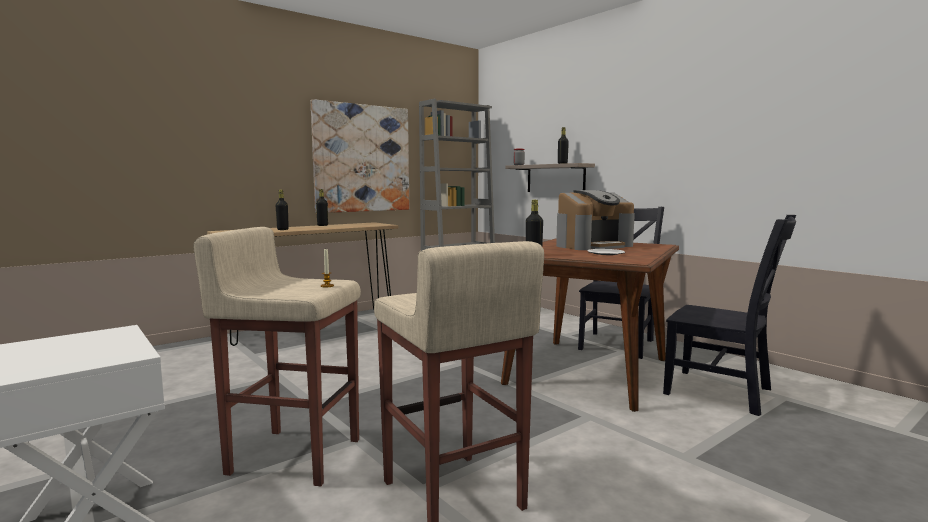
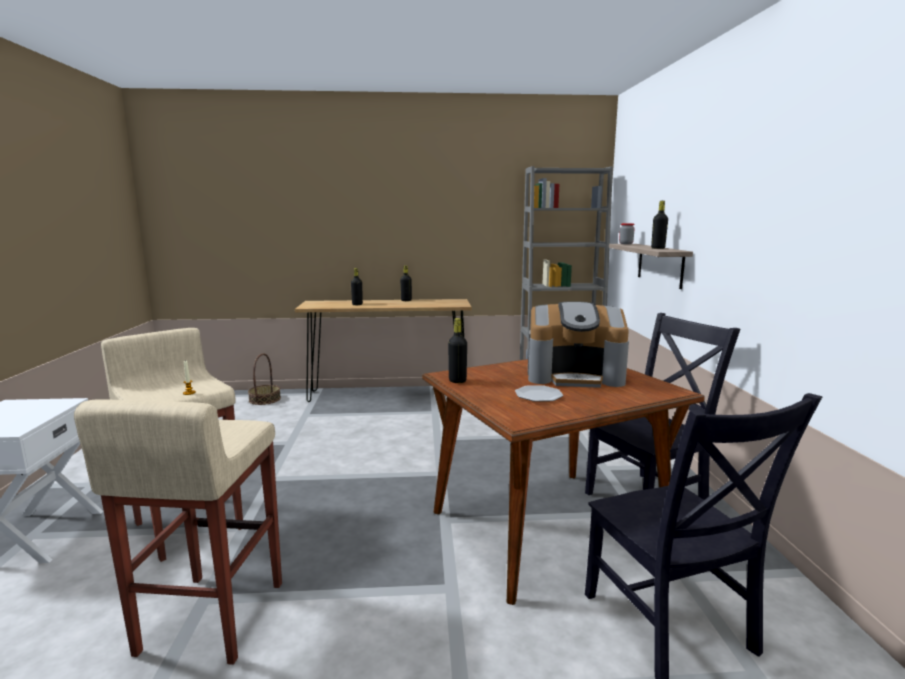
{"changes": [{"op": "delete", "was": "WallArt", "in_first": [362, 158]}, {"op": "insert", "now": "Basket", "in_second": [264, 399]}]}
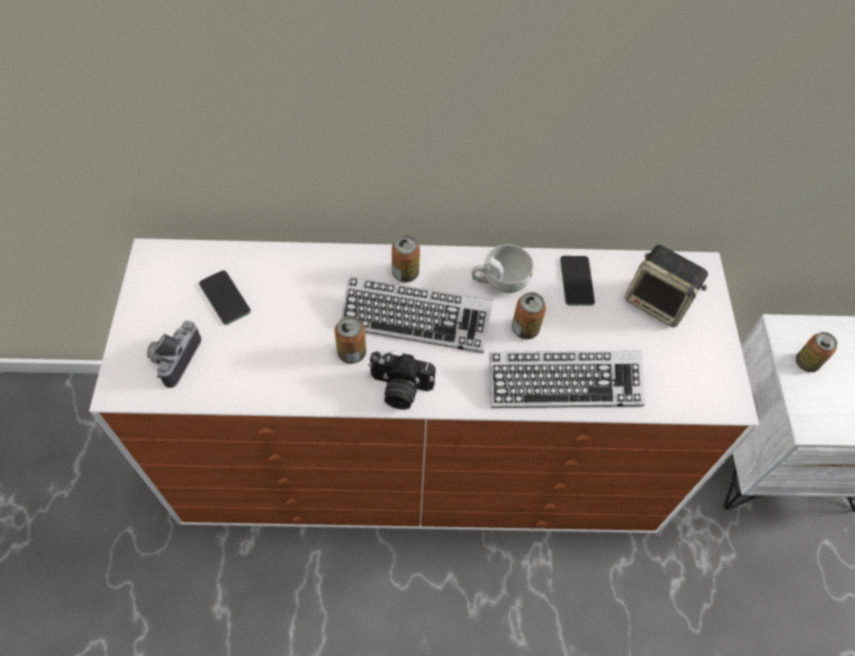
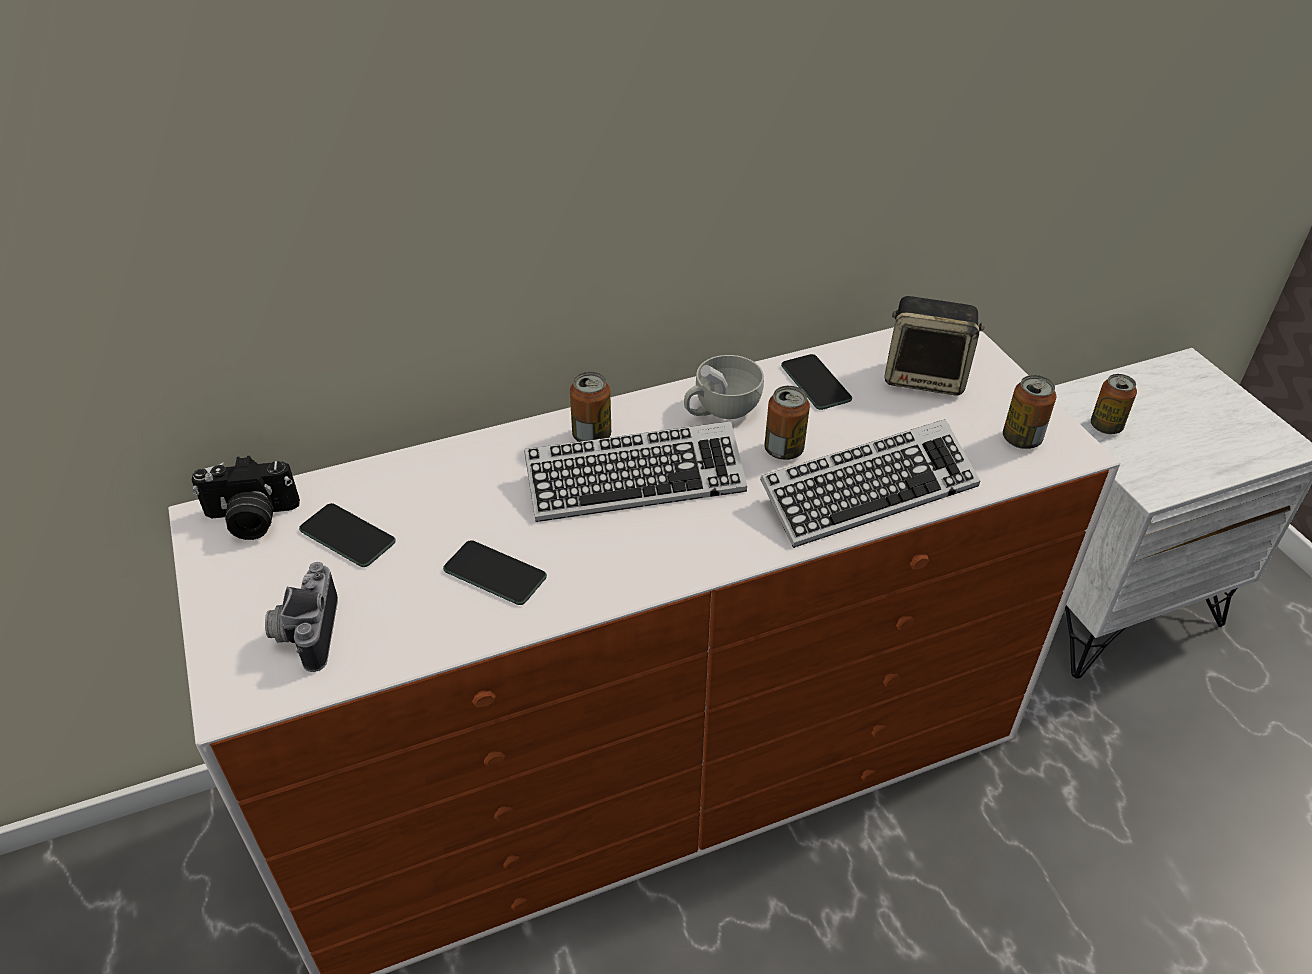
{"changes": [{"op": "move", "was": "MetalCan", "in_first": [352, 352], "in_second": [1021, 439]}, {"op": "move", "was": "PhotoCamera", "in_first": [399, 389], "in_second": [251, 519]}, {"op": "insert", "now": "Phone", "in_second": [495, 573]}]}
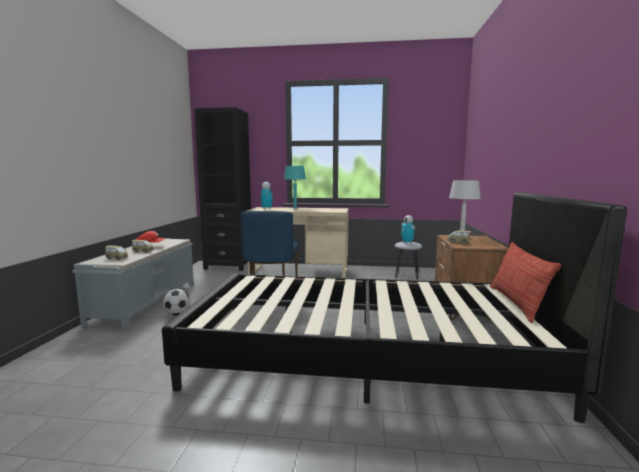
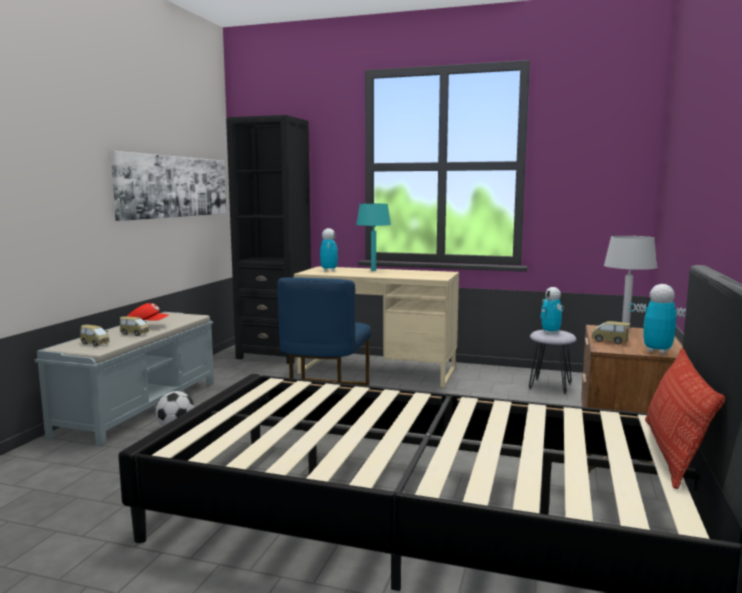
{"changes": [{"op": "insert", "now": "WallArt", "in_second": [174, 186]}, {"op": "insert", "now": "ModelRobot", "in_second": [657, 351]}]}
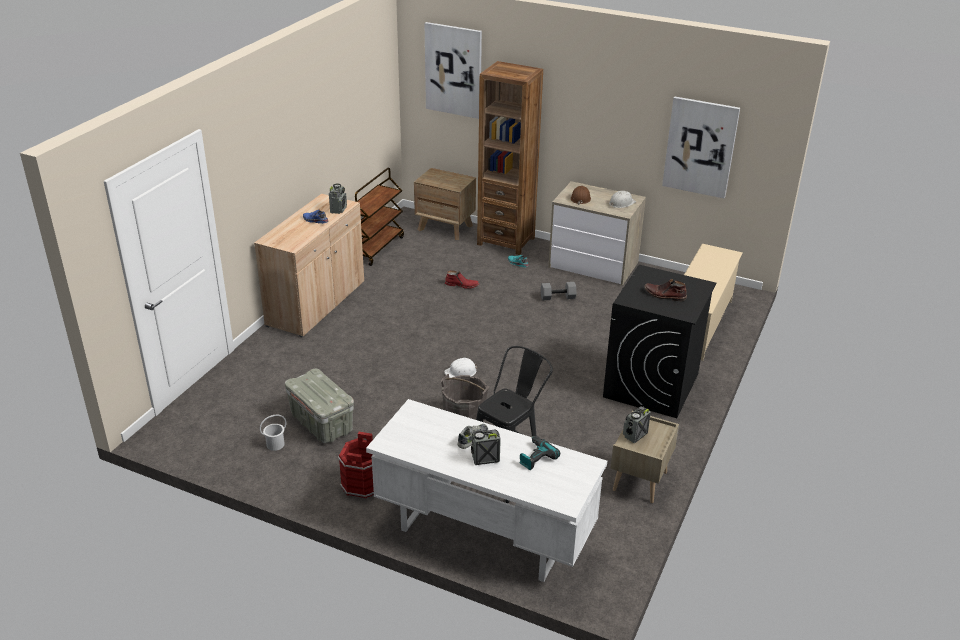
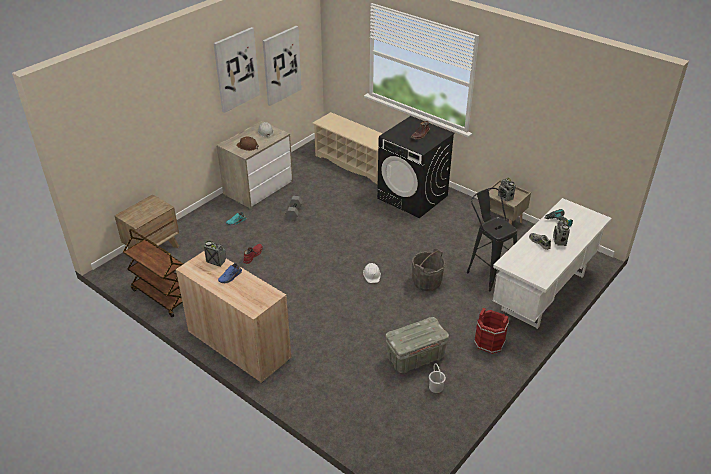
{"changes": [{"op": "move", "was": "WallArt", "in_first": [453, 70], "in_second": [236, 69]}, {"op": "delete", "was": "BrownishBookcase", "in_first": [506, 241]}]}
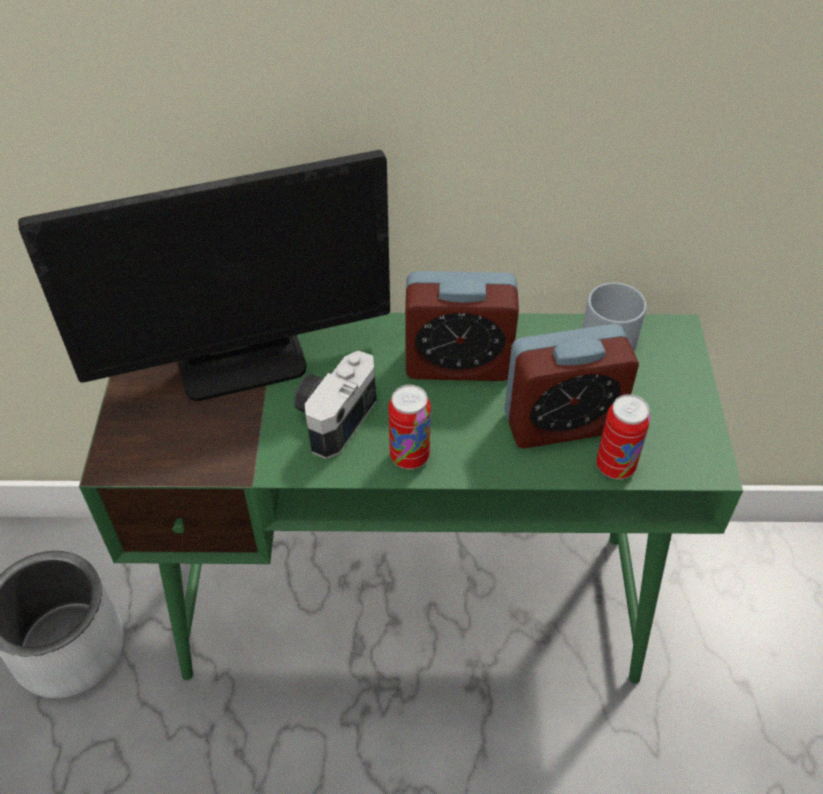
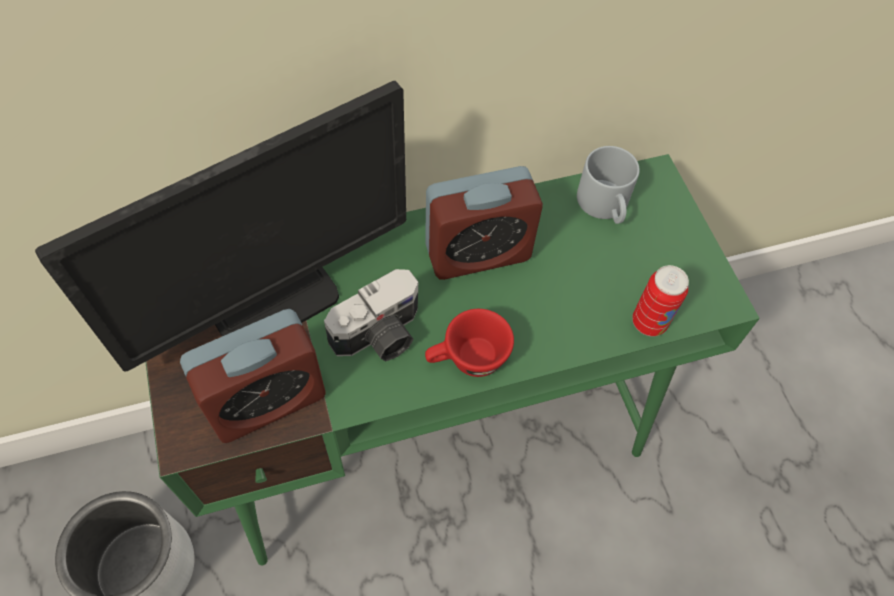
{"changes": [{"op": "move", "was": "AlarmClock", "in_first": [561, 422], "in_second": [266, 400]}, {"op": "rotate", "was": "PhotoCamera", "in_first": [332, 416], "in_second": [381, 336], "clockwise": -135}, {"op": "replace", "was": "MetalCan", "now": "RedColouredDrinkingCup", "in_first": [409, 456], "in_second": [467, 360]}]}
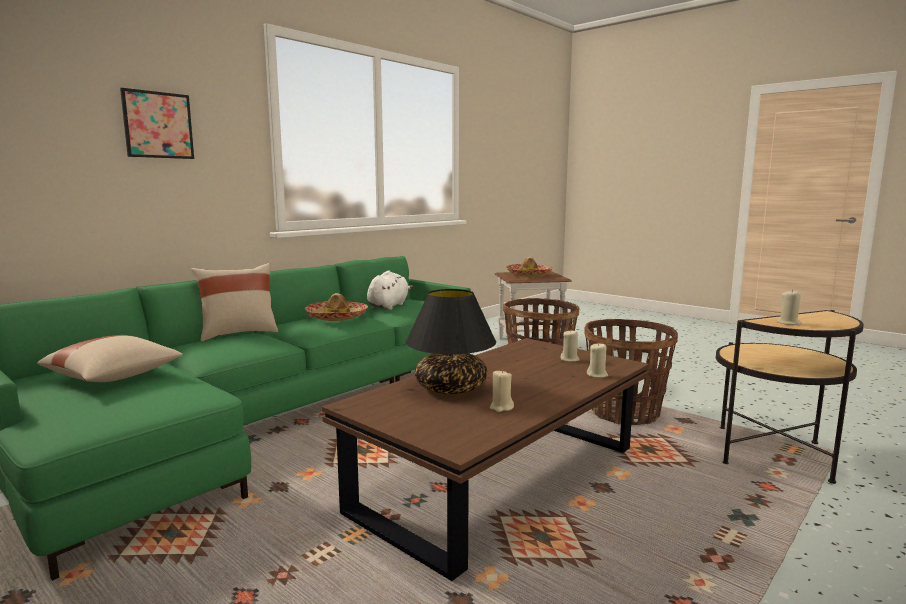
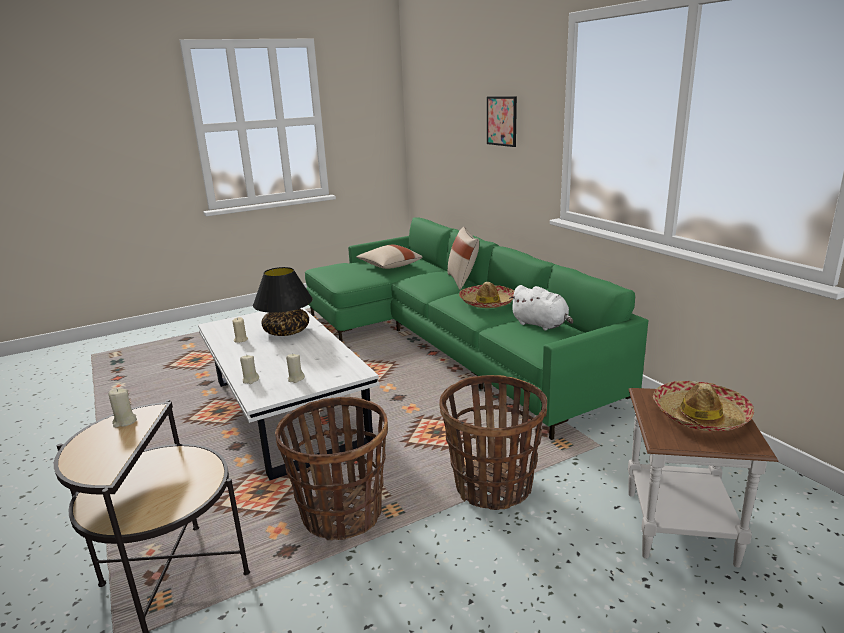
{"changes": [{"op": "recolor", "was": "BrownishCoffeeTable", "now": "WhiteColouredCoffeeTable", "in_first": [502, 479], "in_second": [287, 412]}]}
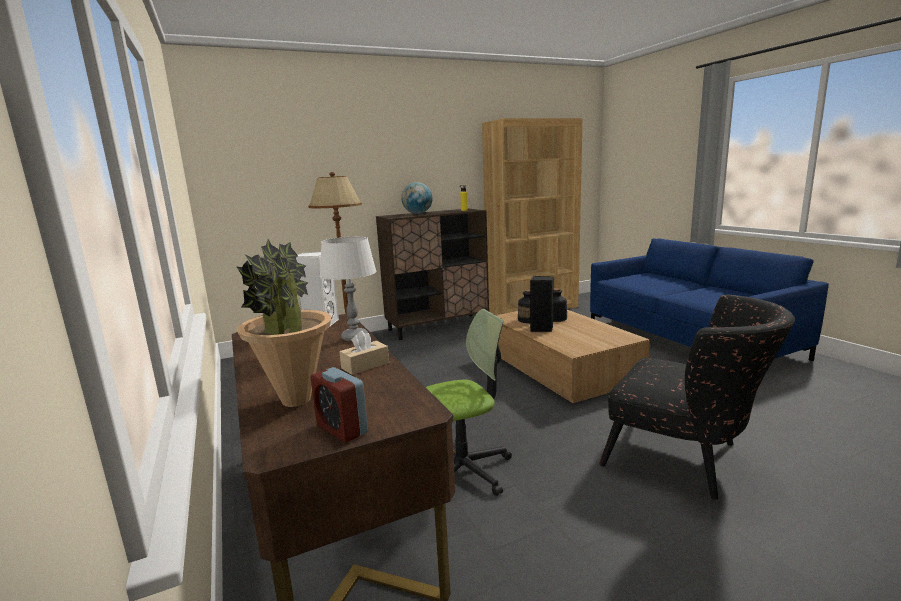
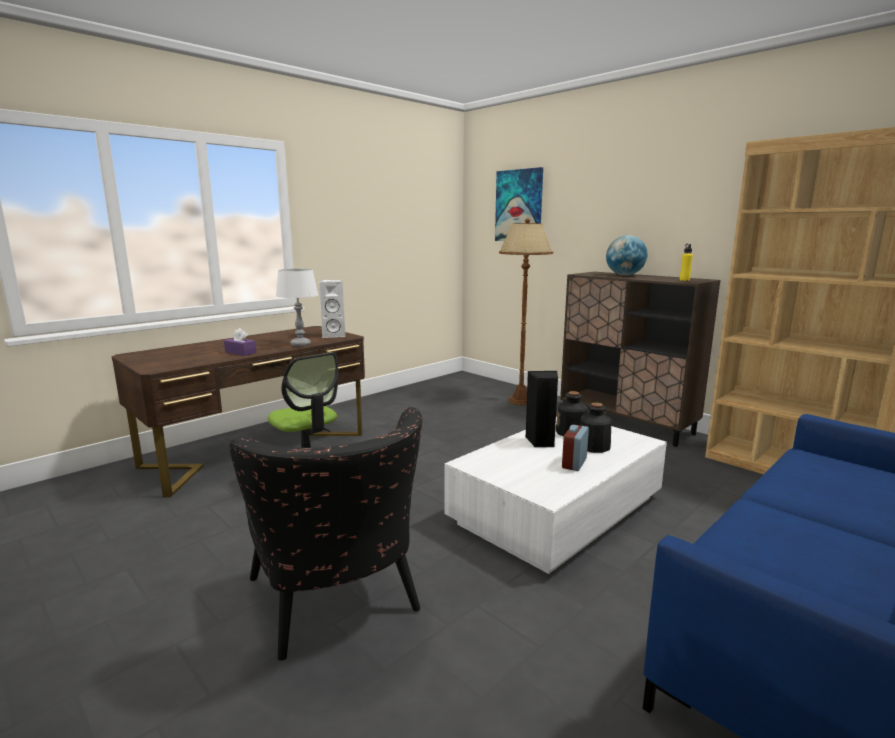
{"changes": [{"op": "delete", "was": "PlantInAPot", "in_first": [296, 400]}, {"op": "rotate", "was": "BlackColouredEasyChair", "in_first": [685, 459], "in_second": [338, 606], "clockwise": -45}, {"op": "recolor", "was": "BrownishCoffeeTable", "now": "WhiteColouredCoffeeTable", "in_first": [561, 369], "in_second": [557, 510]}, {"op": "recolor", "was": "SandColouredBoxOfTissues", "now": "PurpleBoxOfTissues", "in_first": [365, 365], "in_second": [240, 352]}, {"op": "move", "was": "AlarmClock", "in_first": [342, 429], "in_second": [574, 463]}, {"op": "insert", "now": "WallArt", "in_second": [519, 206]}]}
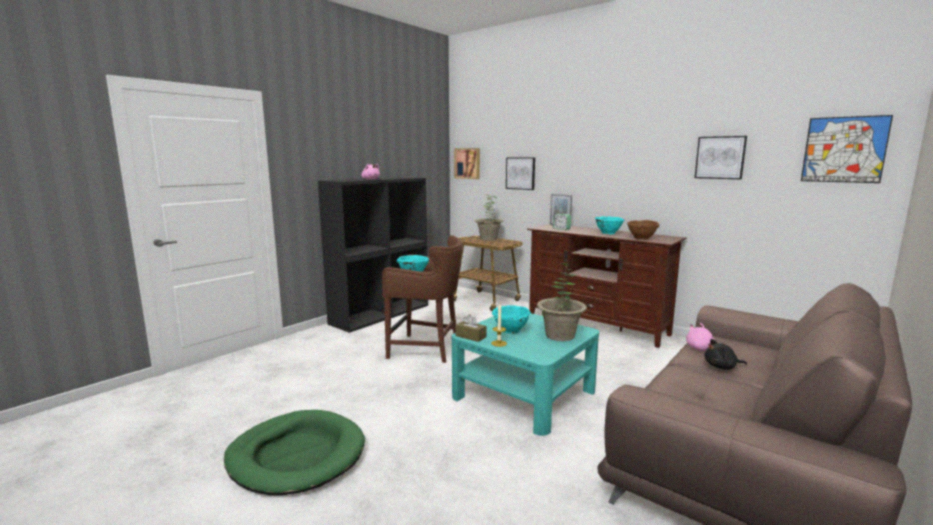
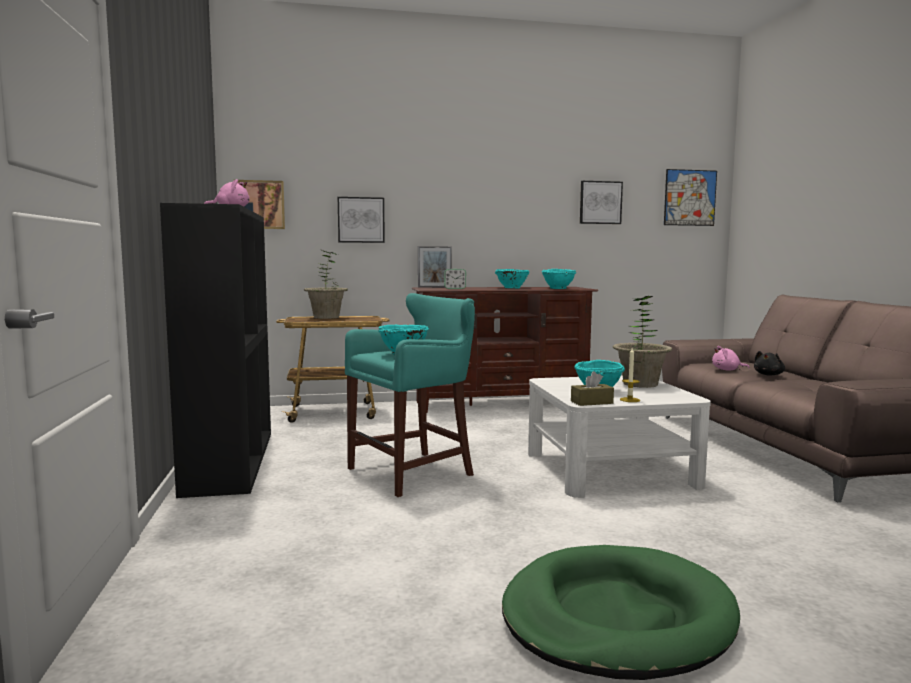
{"changes": [{"op": "recolor", "was": "BrownishBowl", "now": "TurquoiseColouredBowl", "in_first": [641, 238], "in_second": [558, 288]}, {"op": "recolor", "was": "BrownishSittingStool", "now": "TurquoiseColouredSittingStool", "in_first": [427, 349], "in_second": [414, 472]}, {"op": "recolor", "was": "TurquoiseColouredCoffeeTable", "now": "WhiteColouredCoffeeTable", "in_first": [524, 394], "in_second": [611, 469]}]}
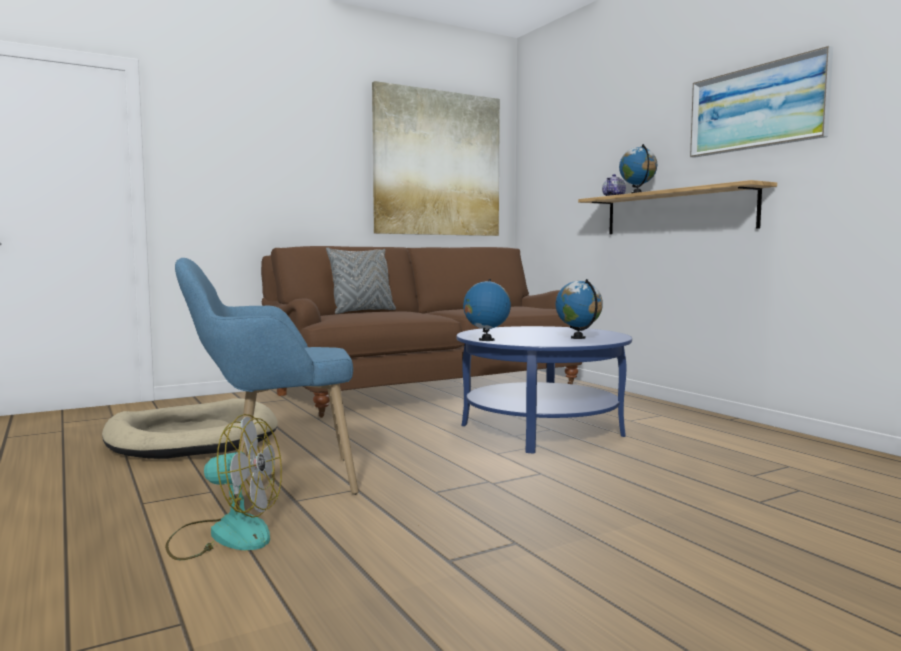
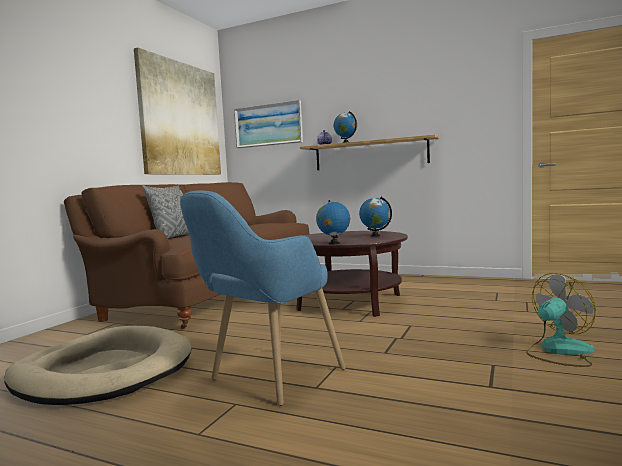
{"changes": [{"op": "move", "was": "WallArt", "in_first": [756, 107], "in_second": [268, 125]}, {"op": "recolor", "was": "BluishCoffeeTable", "now": "BrownishCoffeeTable", "in_first": [541, 430], "in_second": [349, 302]}, {"op": "move", "was": "Fan", "in_first": [225, 535], "in_second": [558, 351]}]}
